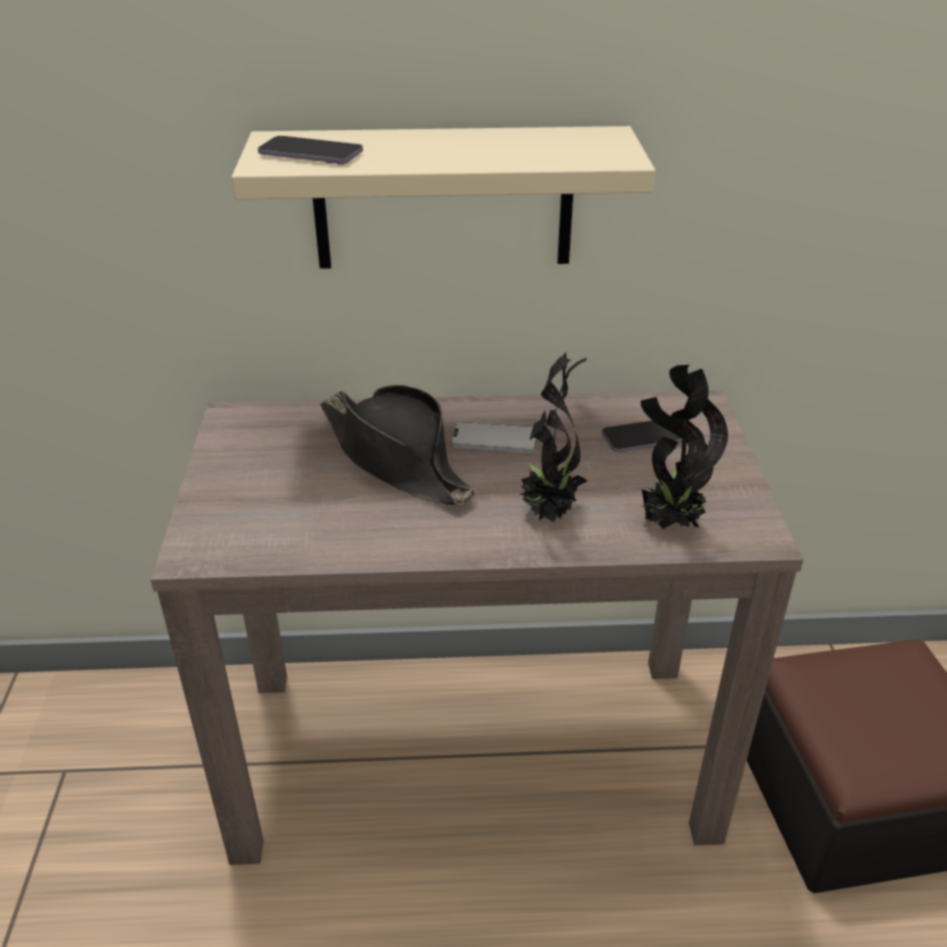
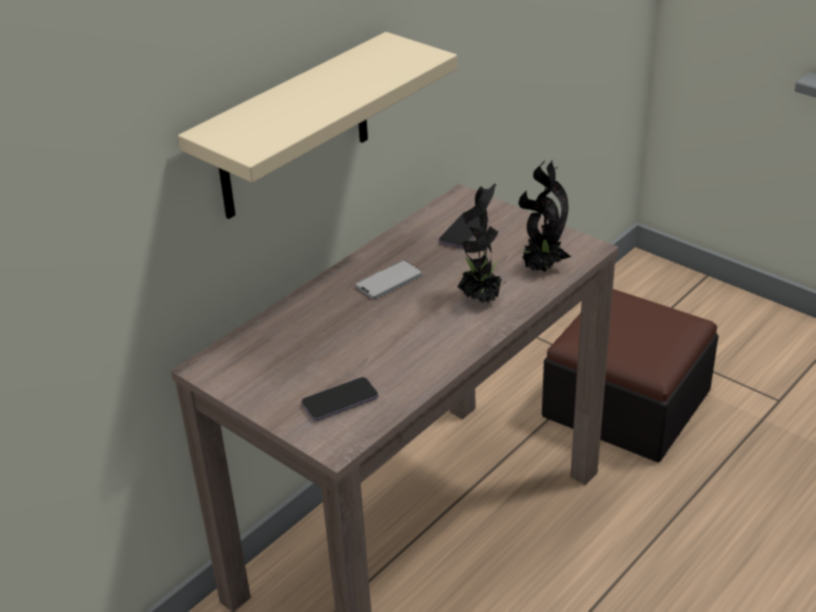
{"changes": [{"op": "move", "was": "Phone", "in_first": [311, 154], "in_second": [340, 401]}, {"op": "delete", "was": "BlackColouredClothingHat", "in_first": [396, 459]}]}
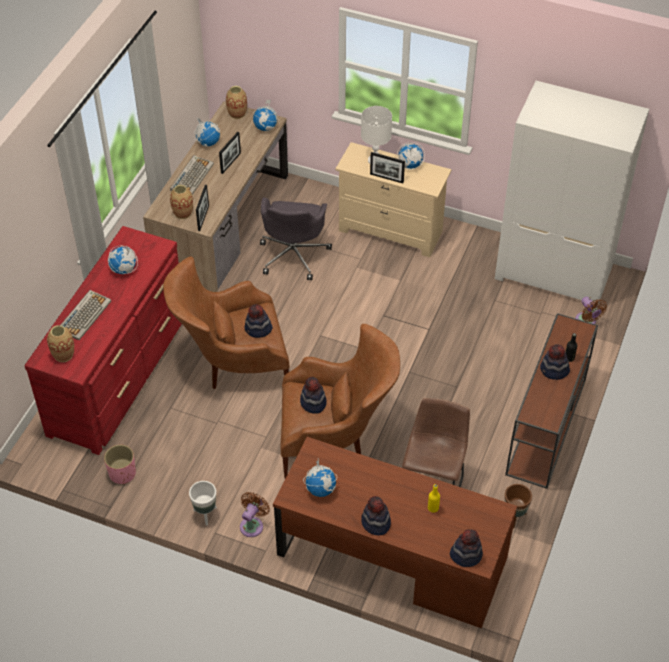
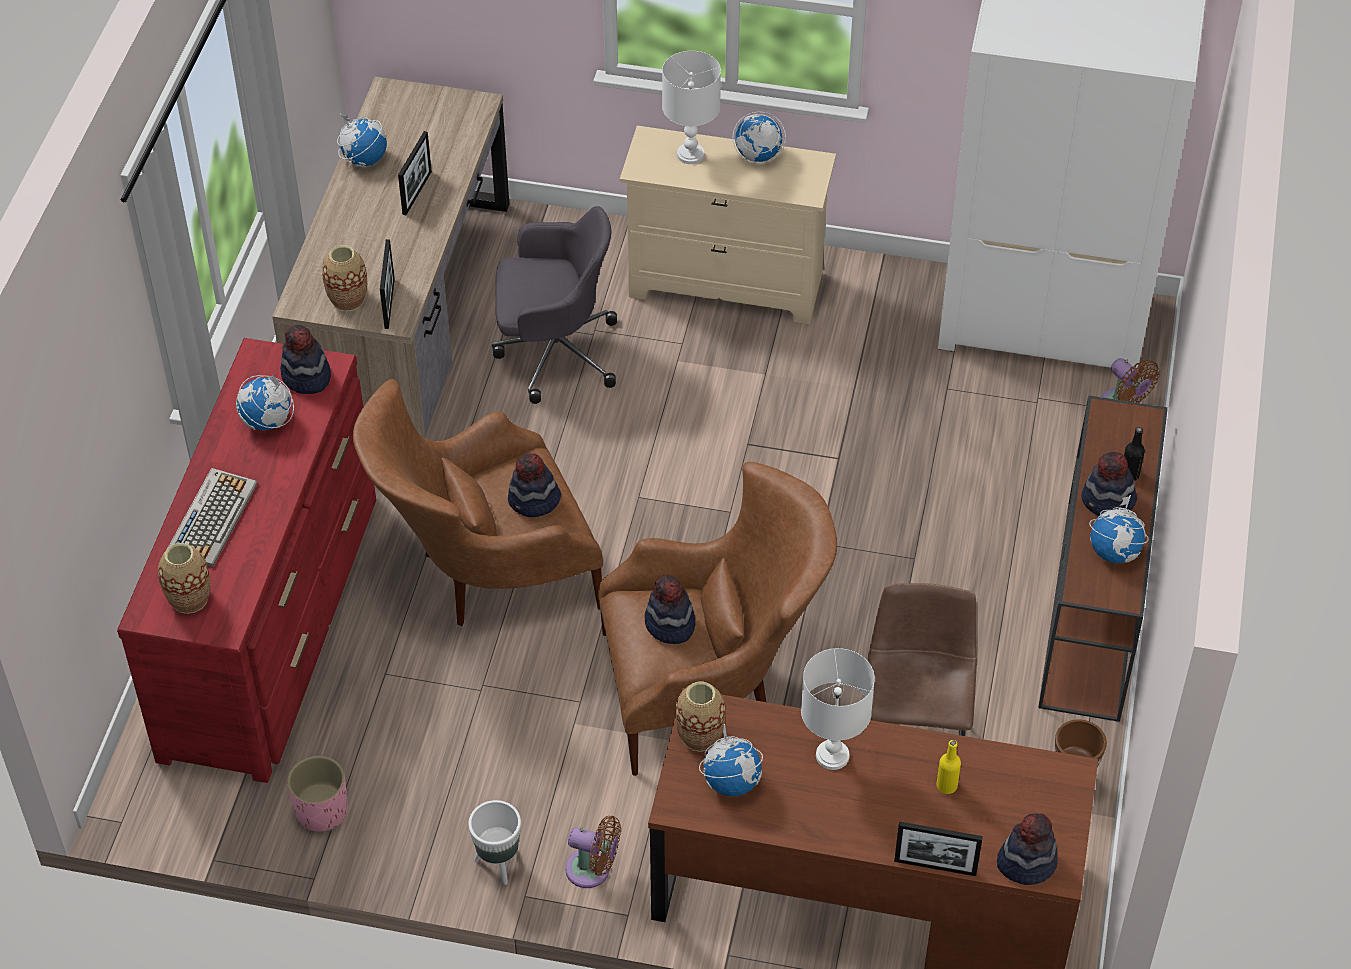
{"changes": [{"op": "move", "was": "FlowerVase", "in_first": [237, 114], "in_second": [700, 736]}, {"op": "move", "was": "DeskGlobe", "in_first": [266, 127], "in_second": [1115, 552]}, {"op": "move", "was": "PhotoFrame", "in_first": [386, 178], "in_second": [935, 867]}, {"op": "delete", "was": "PcKeyboard", "in_first": [192, 176]}, {"op": "rotate", "was": "GrayOfficeChair", "in_first": [294, 254], "in_second": [554, 352], "clockwise": -90}, {"op": "rotate", "was": "BrownishFan", "in_first": [253, 525], "in_second": [593, 870], "clockwise": 90}, {"op": "move", "was": "ClothingHat", "in_first": [375, 523], "in_second": [306, 377]}, {"op": "insert", "now": "WhiteColouredLampForATable", "in_second": [832, 755]}]}
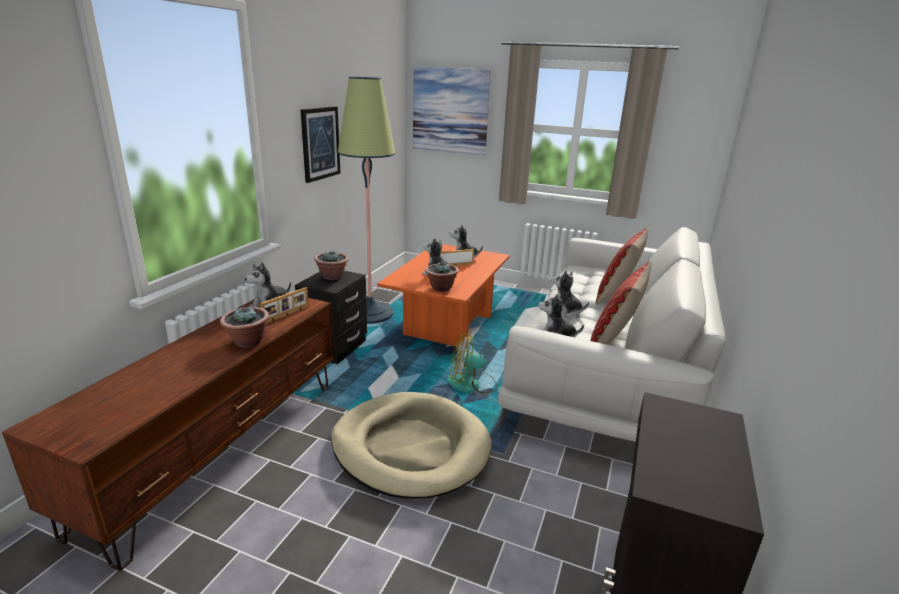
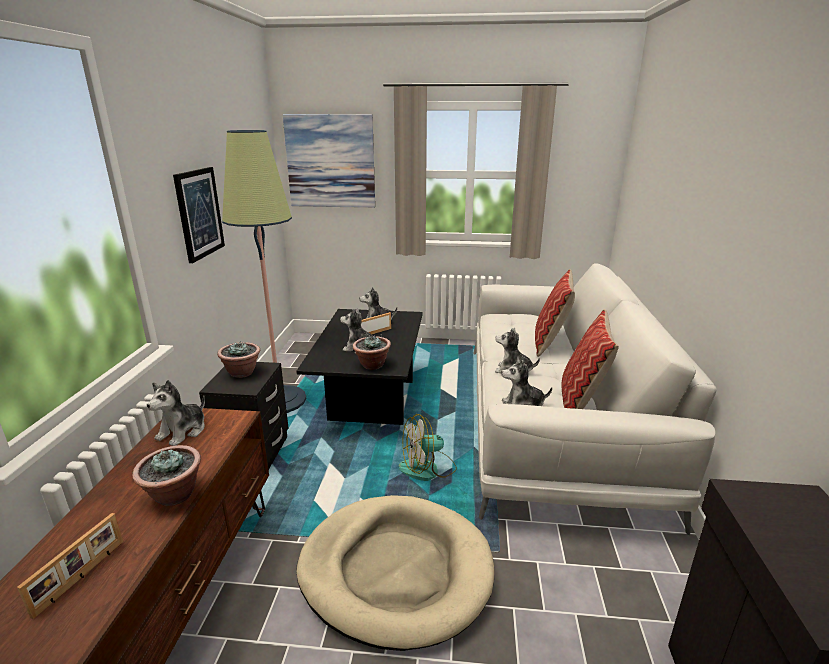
{"changes": [{"op": "recolor", "was": "OrangeyCoffeeTable", "now": "BlackColouredCoffeeTable", "in_first": [446, 324], "in_second": [369, 398]}, {"op": "move", "was": "PhotoFrame", "in_first": [287, 315], "in_second": [81, 577]}]}
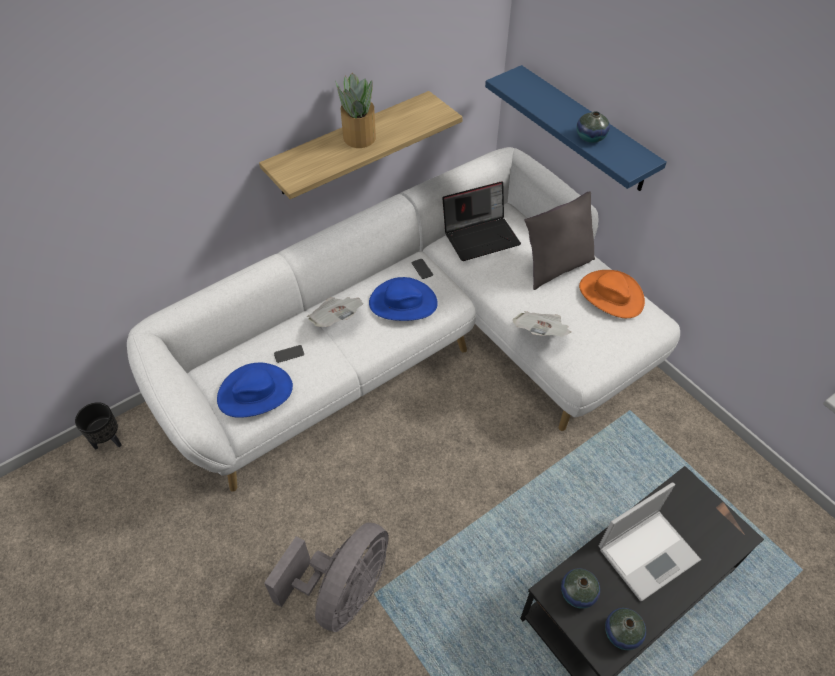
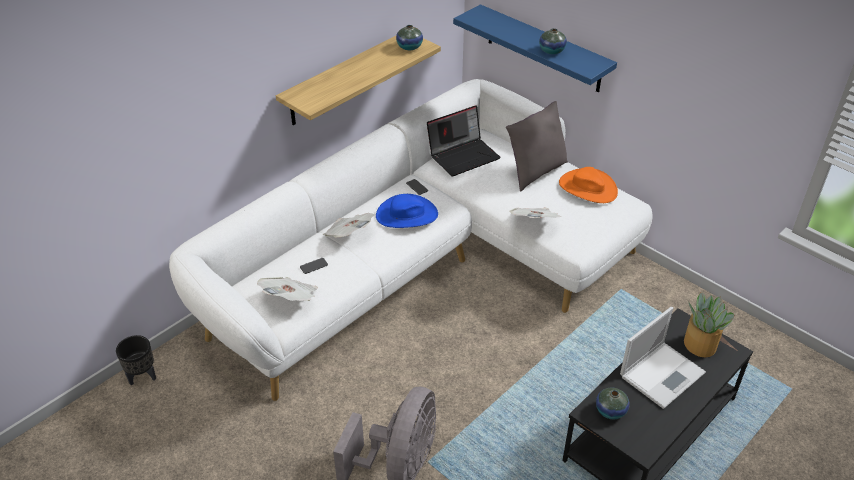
{"changes": [{"op": "move", "was": "PlantInAPot", "in_first": [359, 137], "in_second": [700, 345]}, {"op": "replace", "was": "BluishClothingHat", "now": "PrintedPaper", "in_first": [255, 392], "in_second": [291, 299]}, {"op": "move", "was": "FlowerVase", "in_first": [622, 633], "in_second": [409, 47]}]}
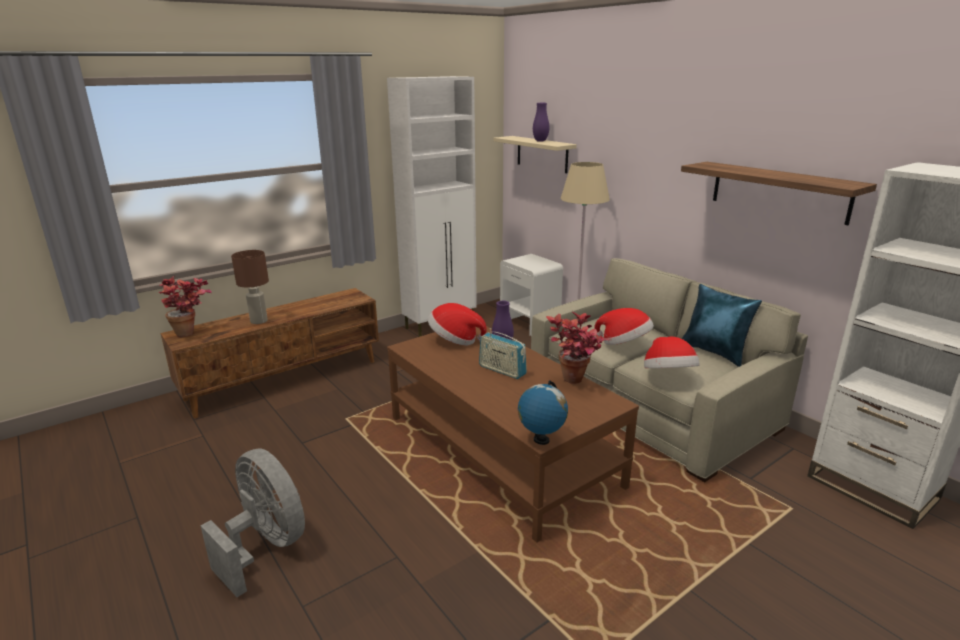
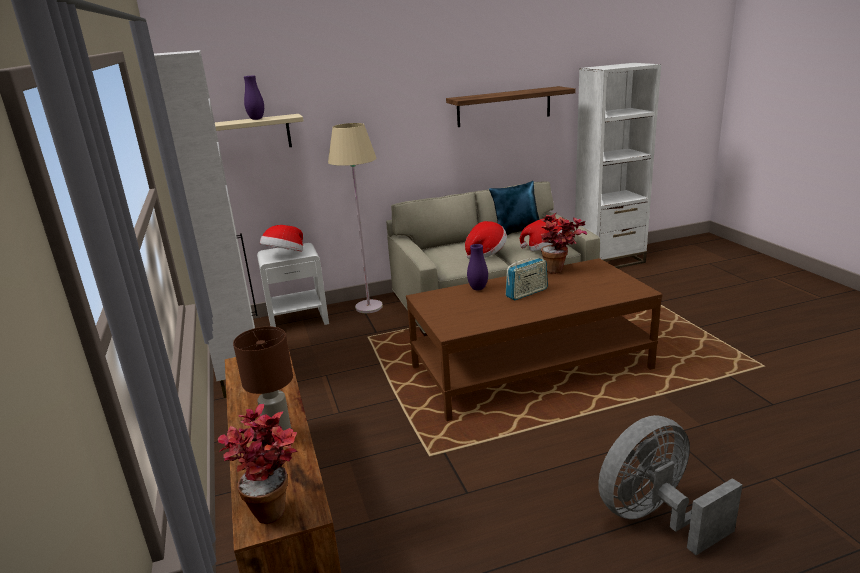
{"changes": [{"op": "move", "was": "ClothingHat", "in_first": [455, 340], "in_second": [285, 255]}, {"op": "delete", "was": "DeskGlobe", "in_first": [541, 440]}]}
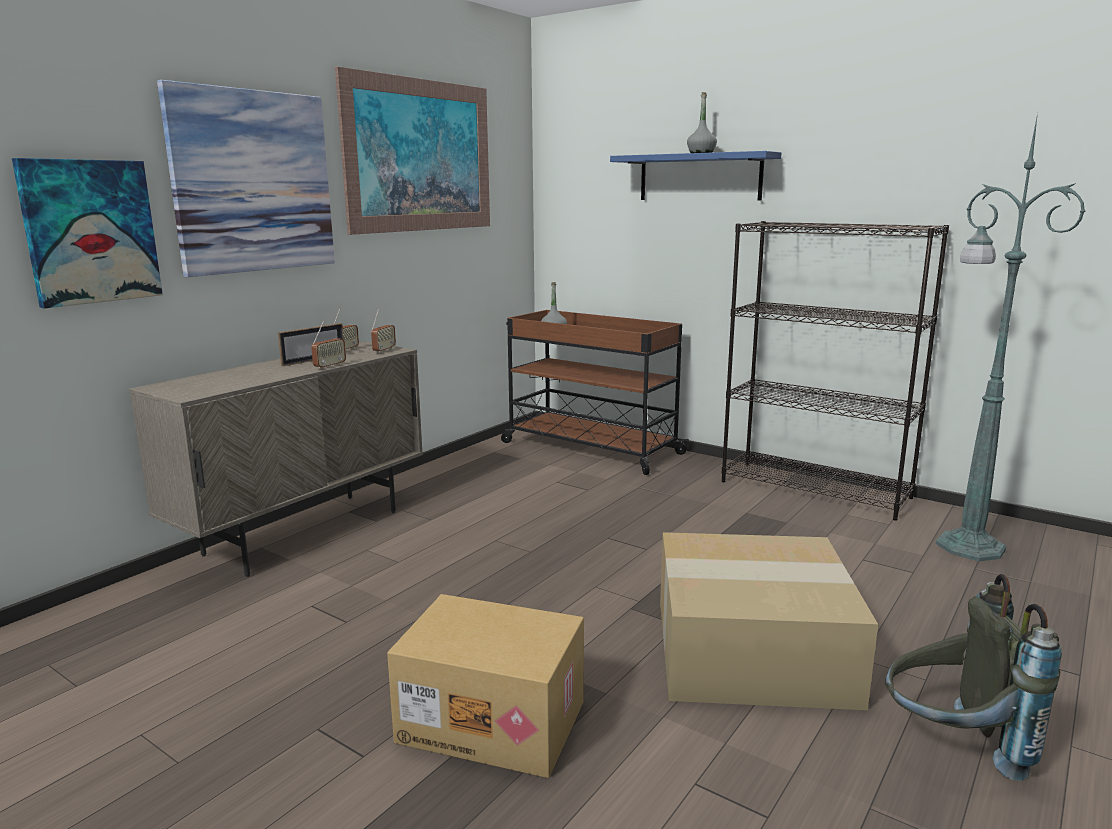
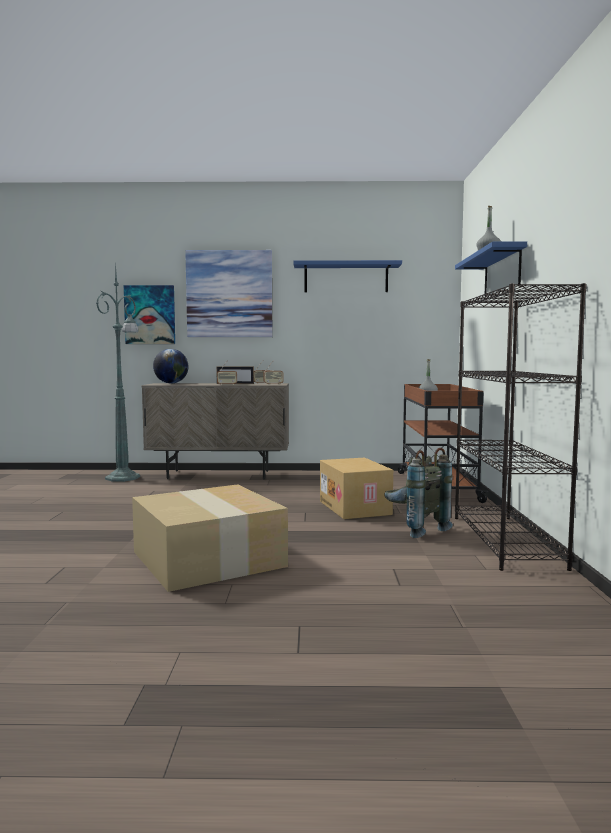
{"changes": [{"op": "replace", "was": "WallArt", "now": "BluishShelf", "in_first": [420, 156], "in_second": [346, 278]}, {"op": "move", "was": "GreenishStandingLamp", "in_first": [967, 545], "in_second": [124, 477]}, {"op": "move", "was": "GrayBackpack", "in_first": [952, 748], "in_second": [414, 528]}, {"op": "move", "was": "Carton", "in_first": [494, 720], "in_second": [356, 508]}, {"op": "insert", "now": "DeskGlobe", "in_second": [171, 383]}]}
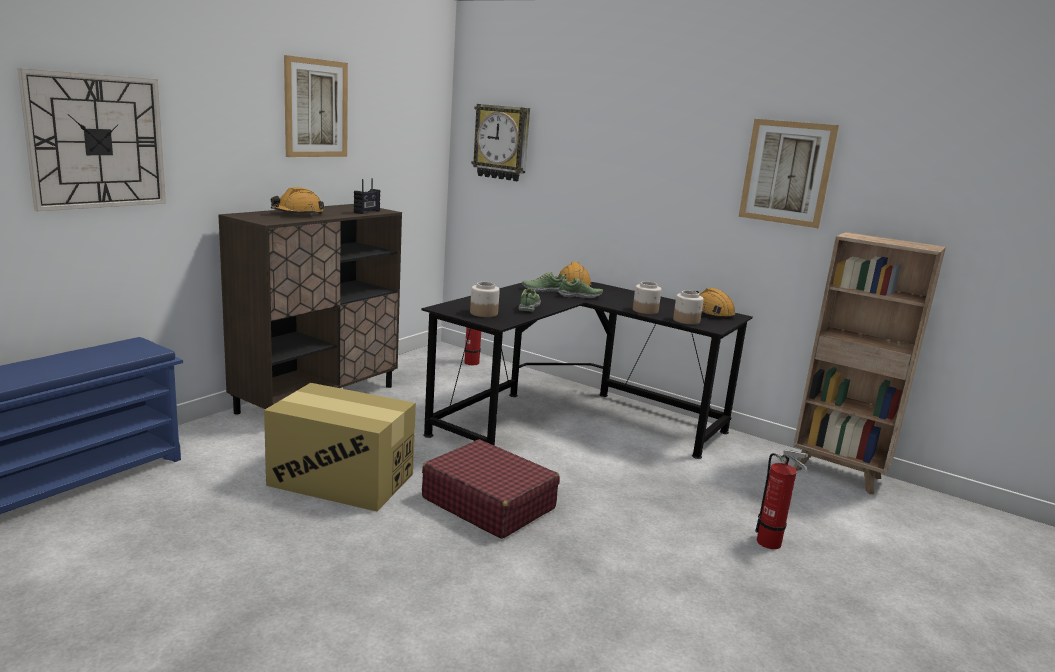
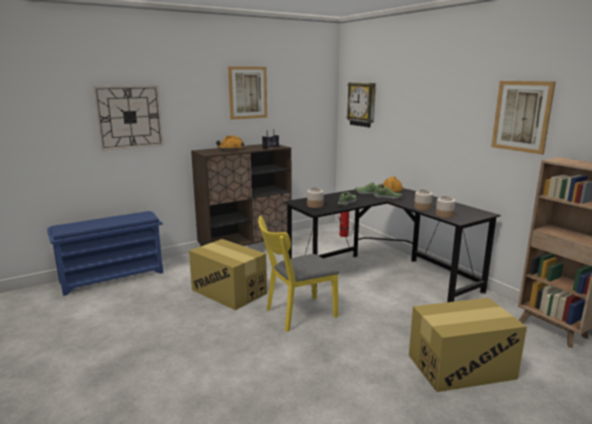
{"changes": [{"op": "delete", "was": "OrangeySafetyHelmet", "in_first": [710, 313]}, {"op": "replace", "was": "RedColouredTravelCase", "now": "YellowColouredUprightChair", "in_first": [488, 503], "in_second": [296, 314]}, {"op": "replace", "was": "FireFightingCylinder", "now": "Carton", "in_first": [771, 544], "in_second": [461, 366]}]}
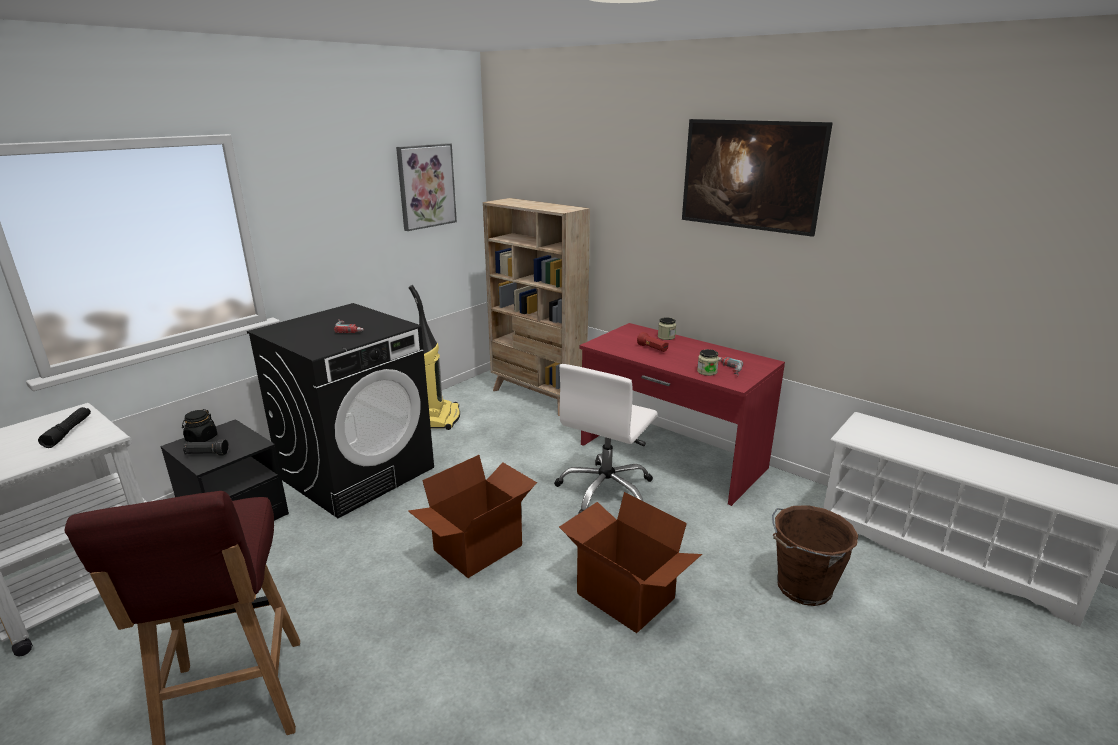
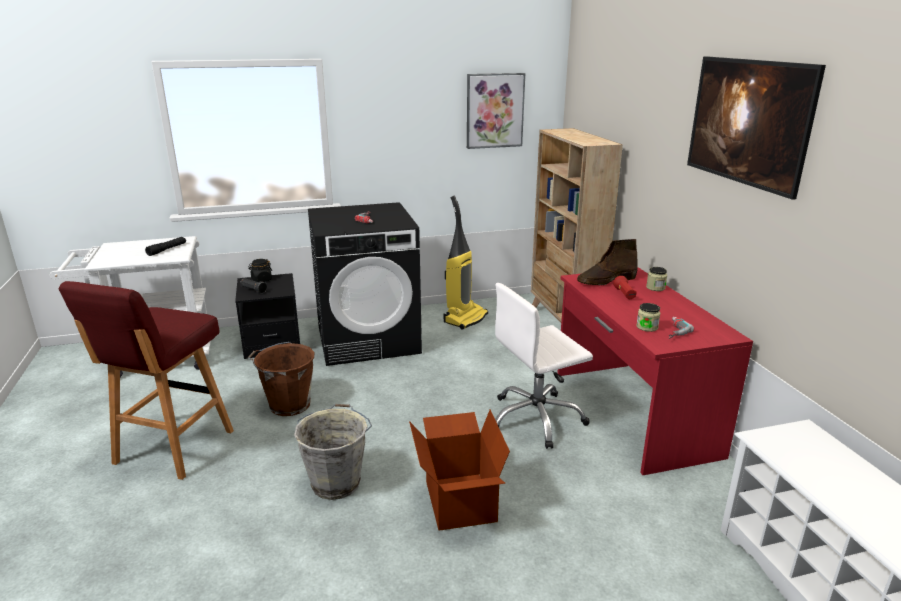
{"changes": [{"op": "delete", "was": "Carton", "in_first": [479, 549]}, {"op": "move", "was": "BrownishPail", "in_first": [802, 588], "in_second": [288, 405]}, {"op": "insert", "now": "BrownishTallBoot", "in_second": [606, 281]}, {"op": "insert", "now": "GrayPail", "in_second": [336, 482]}]}
